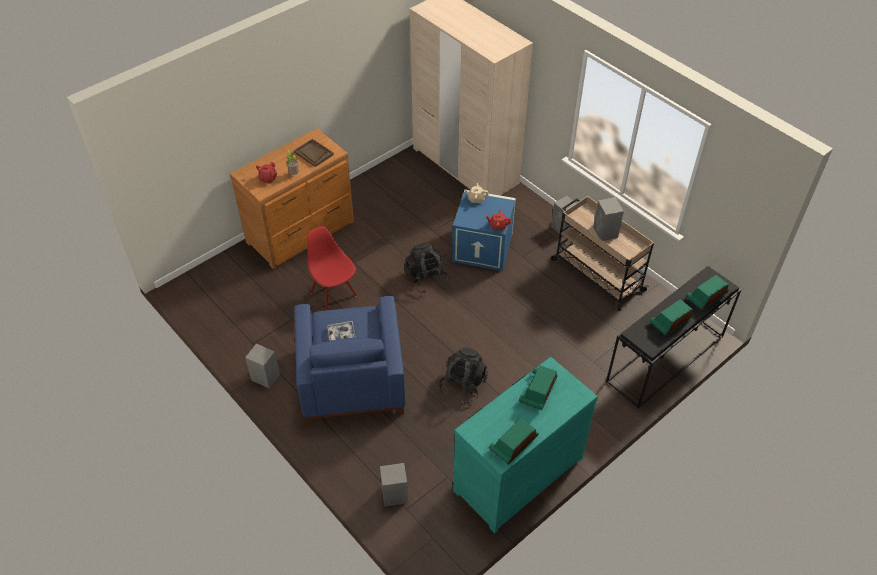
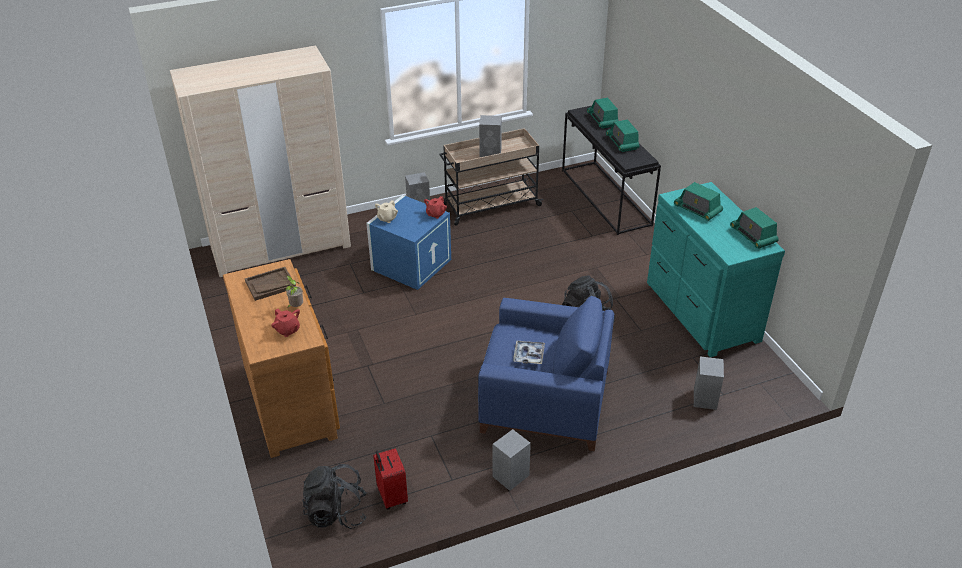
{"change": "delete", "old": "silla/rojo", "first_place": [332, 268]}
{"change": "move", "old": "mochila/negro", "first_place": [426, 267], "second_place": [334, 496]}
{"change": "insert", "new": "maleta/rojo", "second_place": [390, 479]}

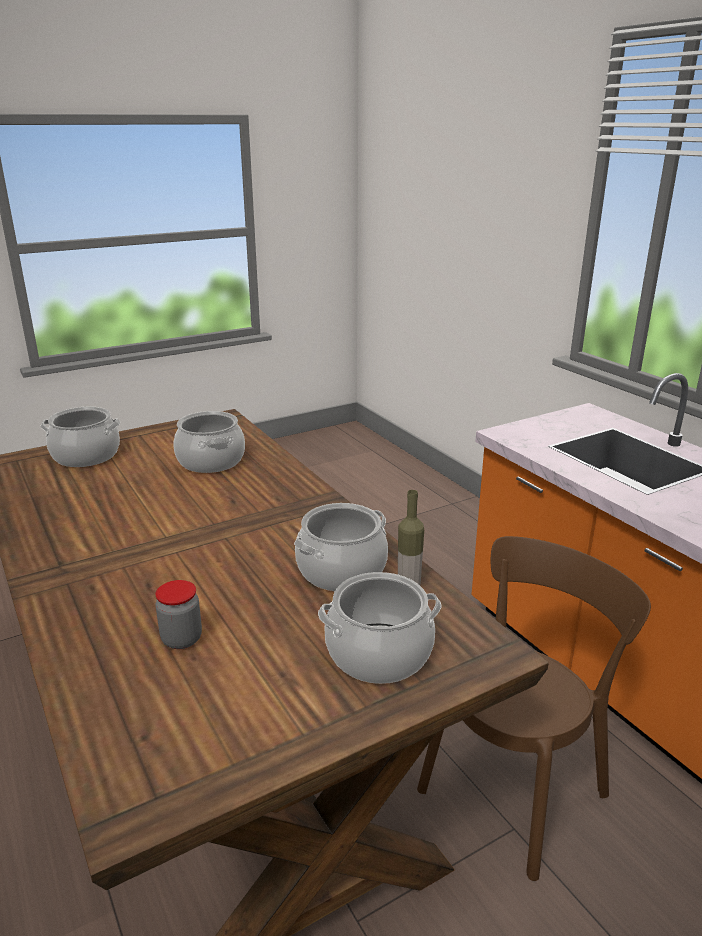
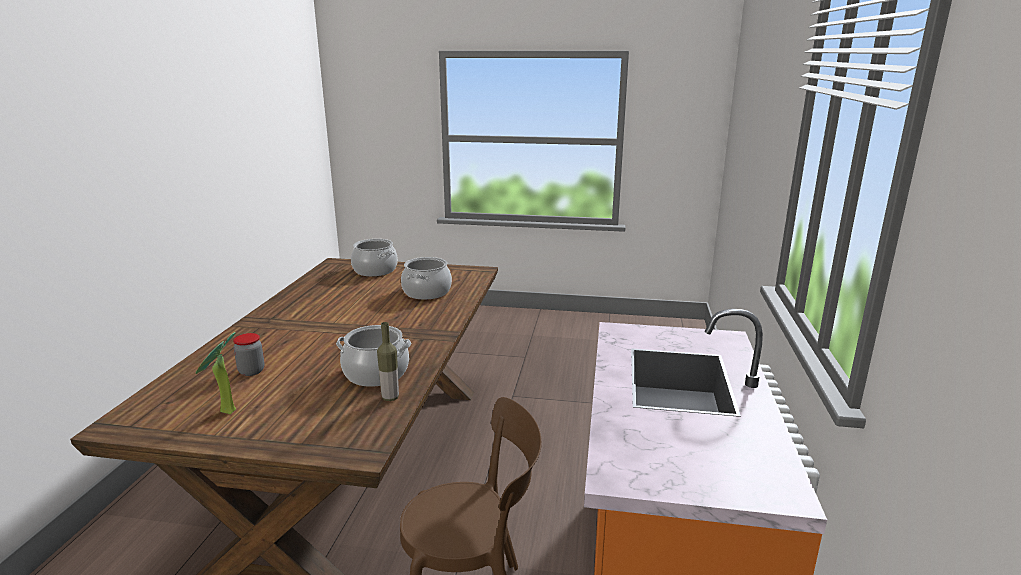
{"change": "delete", "old": "olla", "first_place": [380, 628]}
{"change": "insert", "new": "planta en maceta", "second_place": [215, 373]}

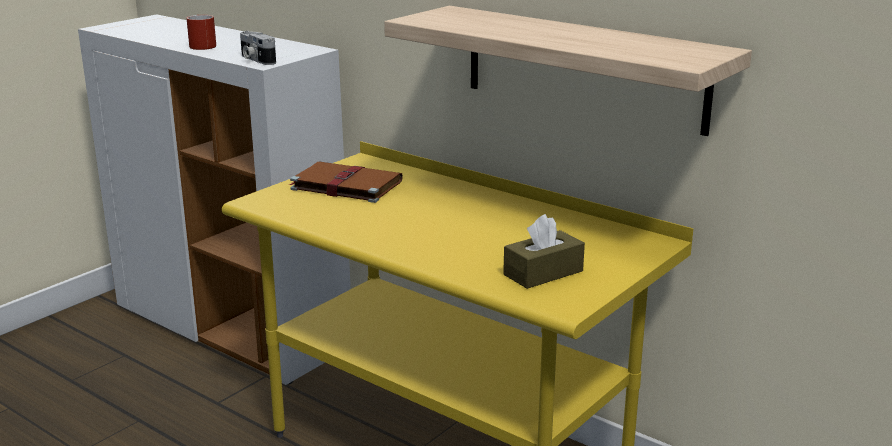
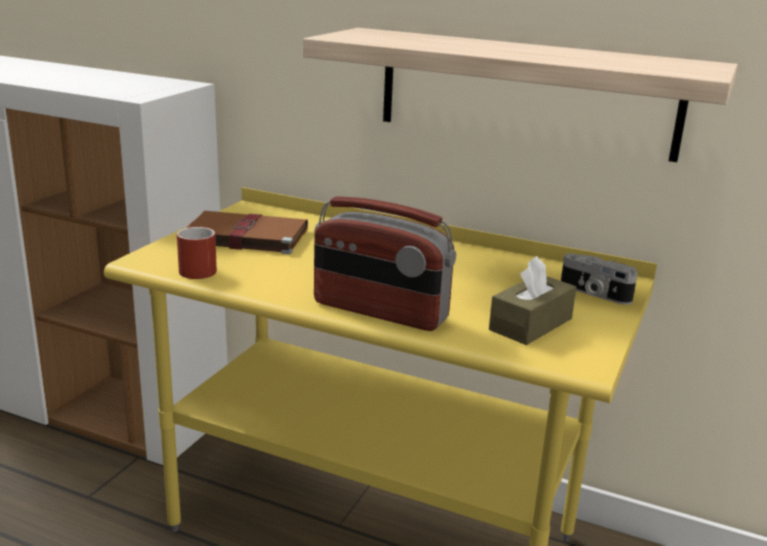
{"change": "move", "old": "taza grande/rojo", "first_place": [201, 32], "second_place": [197, 253]}
{"change": "move", "old": "cámara", "first_place": [258, 48], "second_place": [599, 279]}
{"change": "insert", "new": "radio", "second_place": [385, 263]}

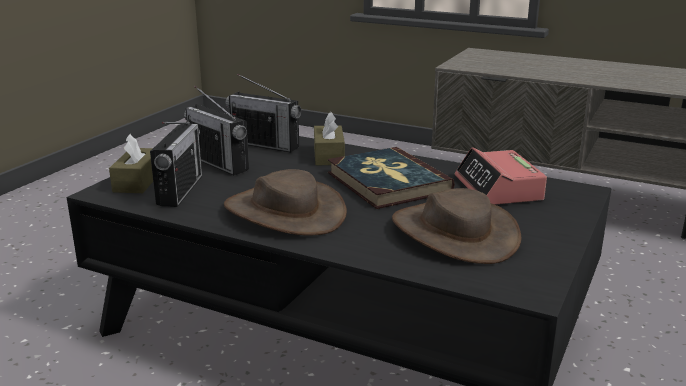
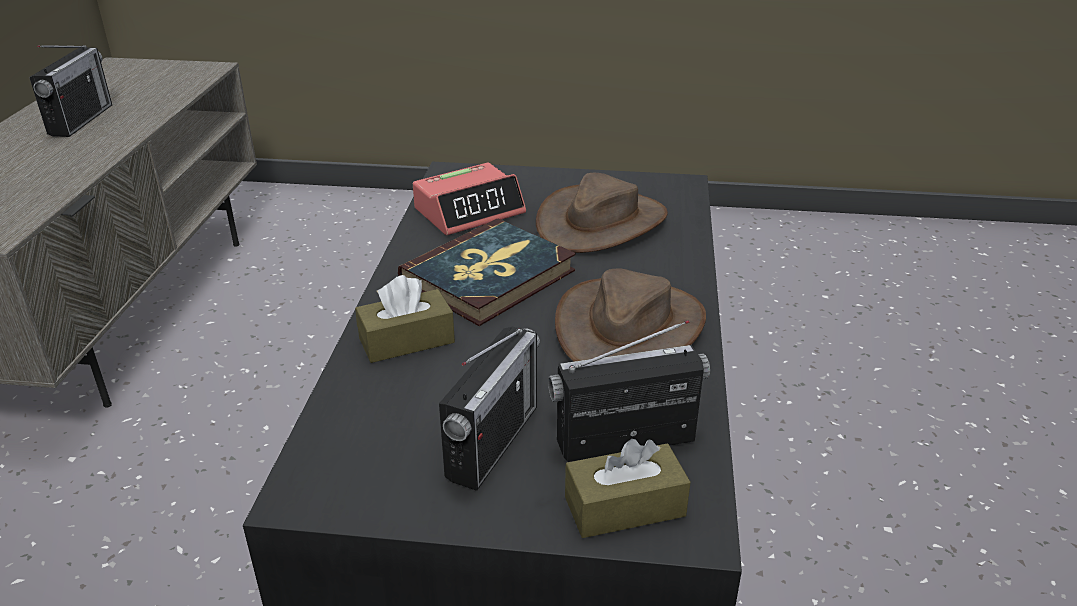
{"change": "move", "old": "radio", "first_place": [263, 113], "second_place": [70, 91]}

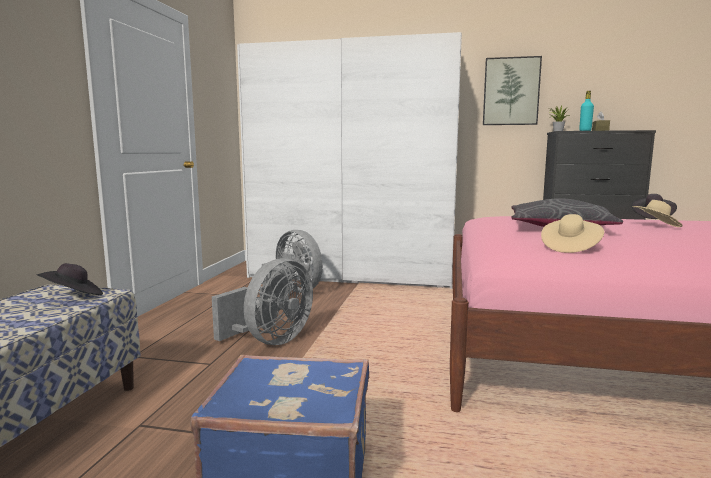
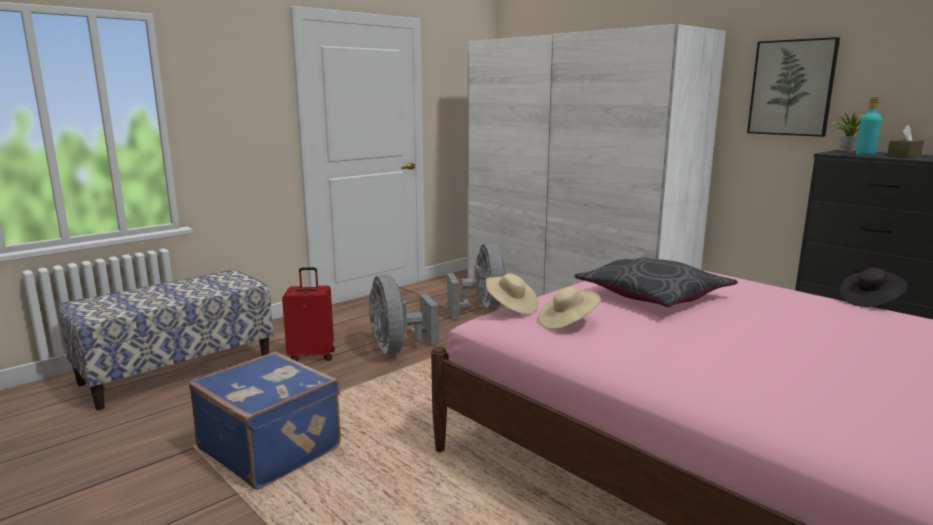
{"change": "move", "old": "sombrero/beis", "first_place": [657, 213], "second_place": [512, 294]}
{"change": "rotate", "old": "ventilador/gris", "first_place": [262, 301], "second_place": [404, 314], "degrees": 90}
{"change": "delete", "old": "sombrero/negro", "first_place": [70, 279]}
{"change": "insert", "new": "maleta/rojo", "second_place": [308, 314]}

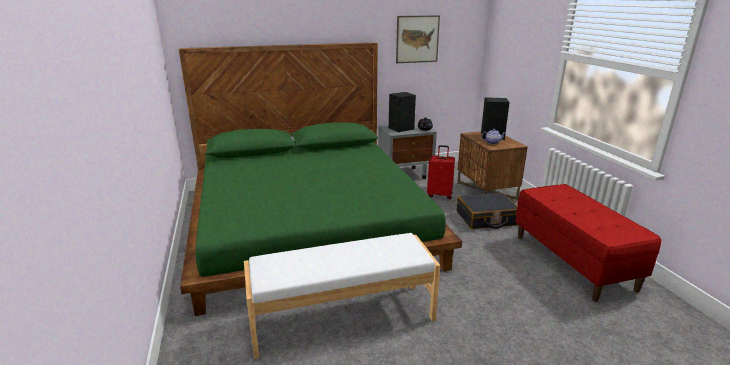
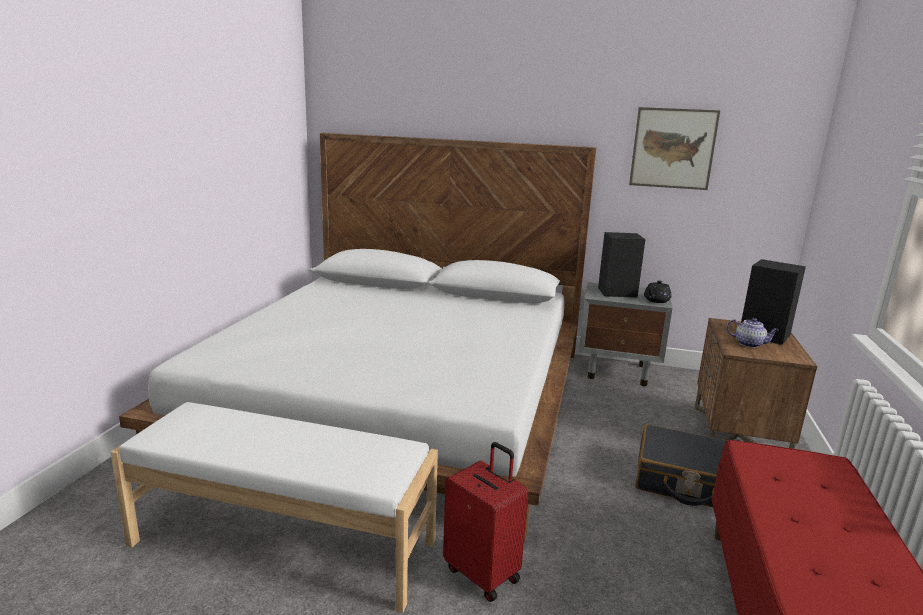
{"change": "recolor", "old": "cama/verde", "new": "cama/blanco", "first_place": [320, 179], "second_place": [357, 337]}
{"change": "move", "old": "maleta/rojo", "first_place": [441, 172], "second_place": [485, 522]}

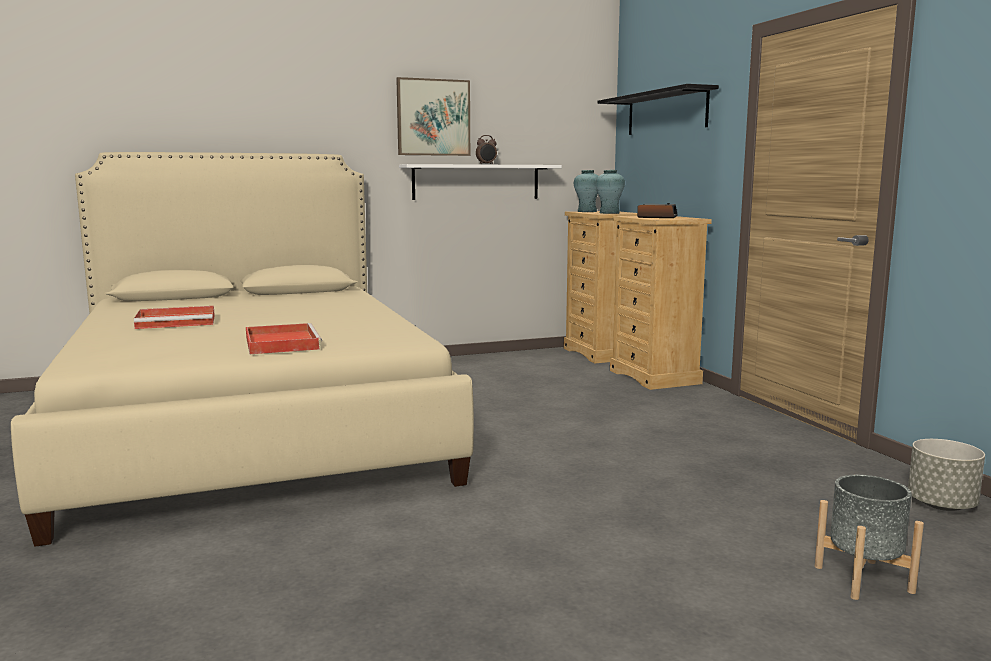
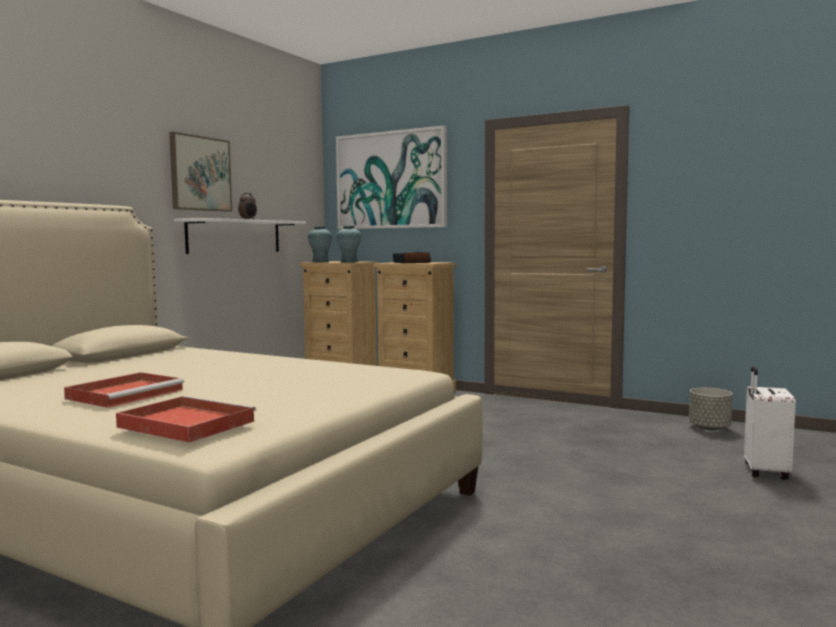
{"change": "replace", "old": "estante/negro", "new": "cuadro", "first_place": [658, 109], "second_place": [391, 177]}
{"change": "move", "old": "bandeja/rojo", "first_place": [284, 338], "second_place": [186, 419]}
{"change": "replace", "old": "maceta/gris", "new": "maleta/blanco", "first_place": [869, 537], "second_place": [770, 423]}

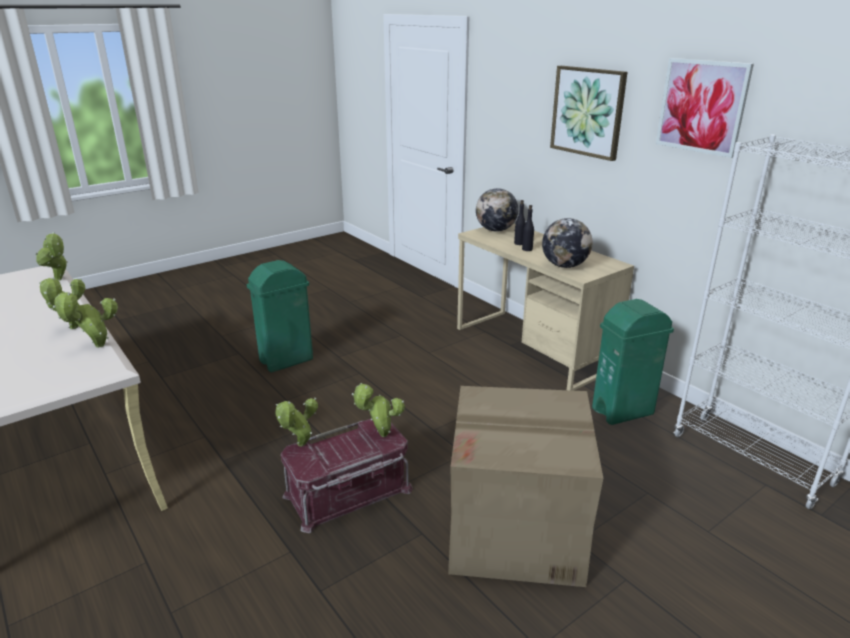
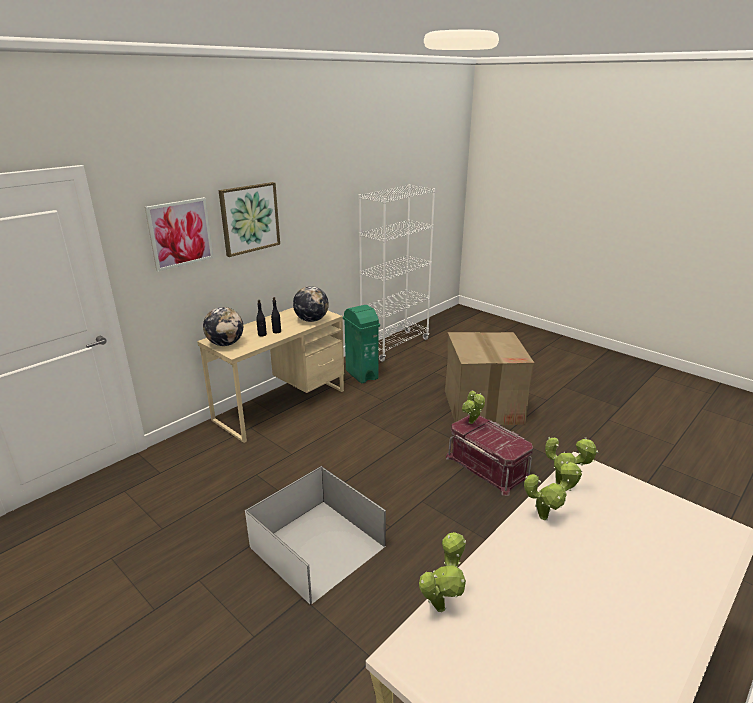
{"change": "move", "old": "cuadro", "first_place": [705, 108], "second_place": [179, 234]}
{"change": "replace", "old": "papelera/verde", "new": "caja de almacenaje/blanco", "first_place": [280, 316], "second_place": [315, 535]}
{"change": "delete", "old": "planta en maceta", "first_place": [296, 422]}

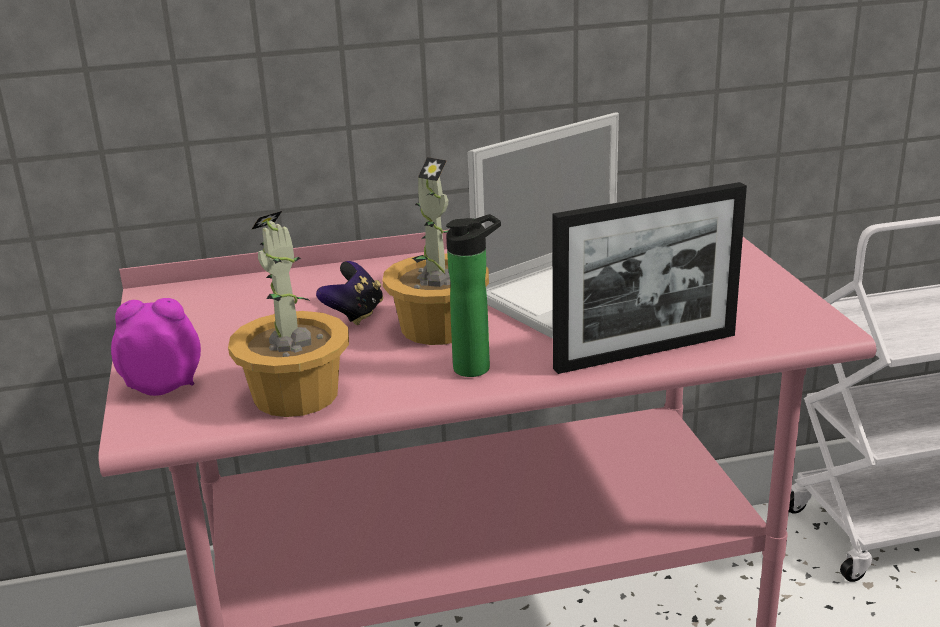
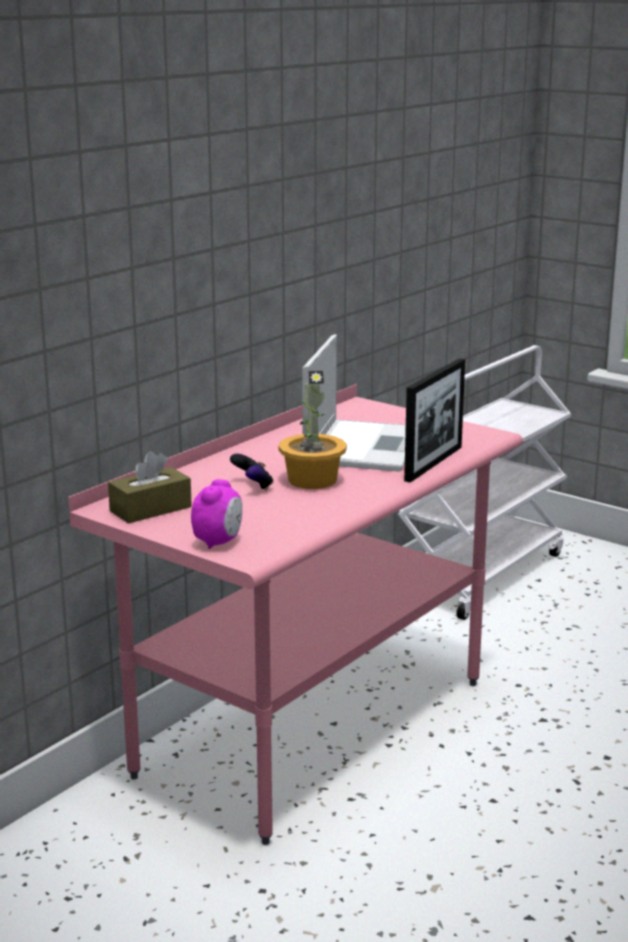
{"change": "delete", "old": "planta en maceta", "first_place": [288, 314]}
{"change": "delete", "old": "botella", "first_place": [473, 295]}
{"change": "rotate", "old": "despertador", "first_place": [156, 347], "second_place": [216, 514], "degrees": 150}
{"change": "insert", "new": "caja de pañuelos/marrón", "second_place": [150, 487]}

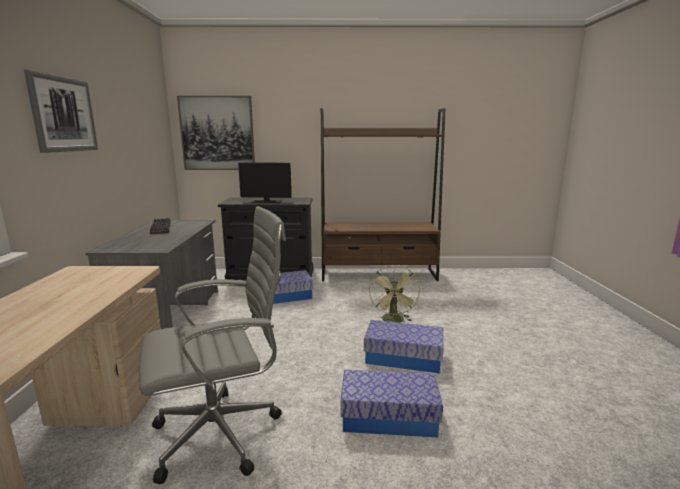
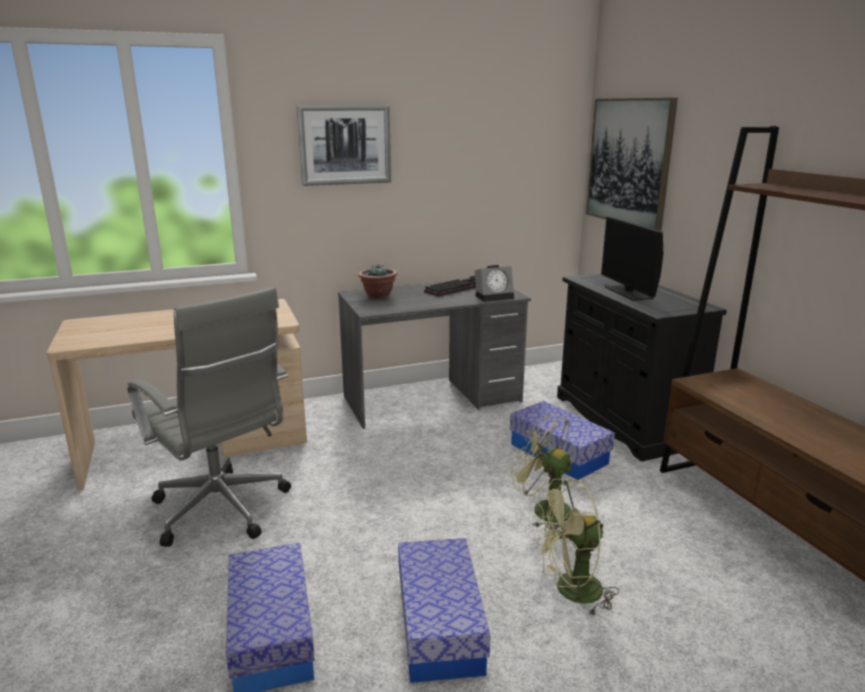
{"change": "insert", "new": "planta en maceta", "second_place": [377, 282]}
{"change": "insert", "new": "despertador", "second_place": [494, 283]}
{"change": "insert", "new": "ventilador/verde", "second_place": [541, 471]}

